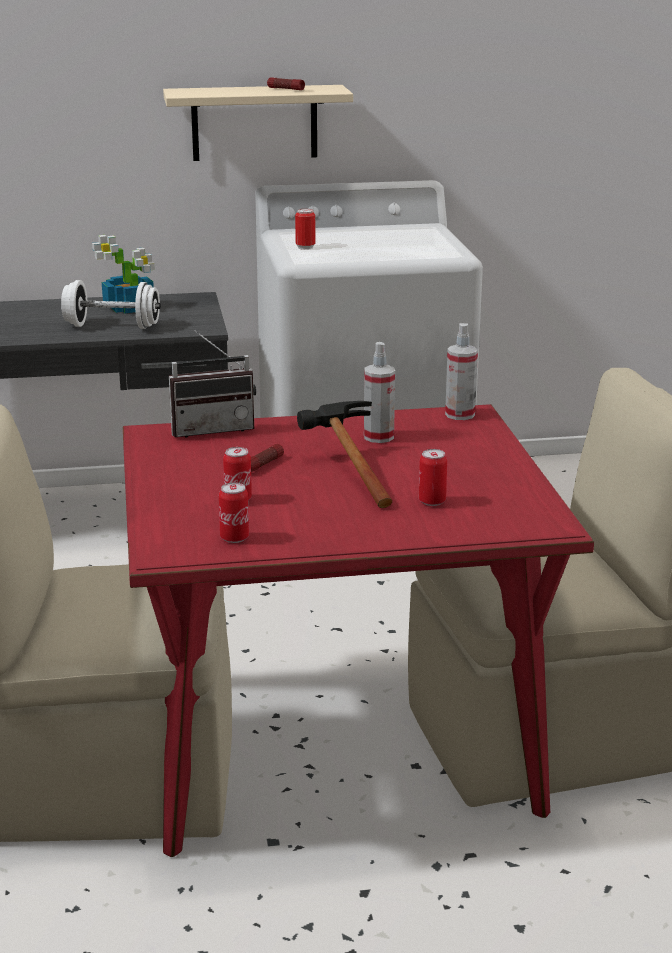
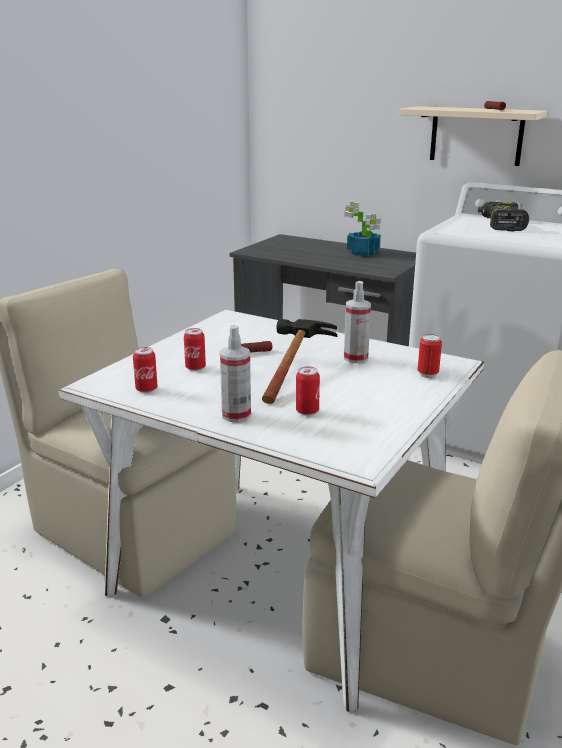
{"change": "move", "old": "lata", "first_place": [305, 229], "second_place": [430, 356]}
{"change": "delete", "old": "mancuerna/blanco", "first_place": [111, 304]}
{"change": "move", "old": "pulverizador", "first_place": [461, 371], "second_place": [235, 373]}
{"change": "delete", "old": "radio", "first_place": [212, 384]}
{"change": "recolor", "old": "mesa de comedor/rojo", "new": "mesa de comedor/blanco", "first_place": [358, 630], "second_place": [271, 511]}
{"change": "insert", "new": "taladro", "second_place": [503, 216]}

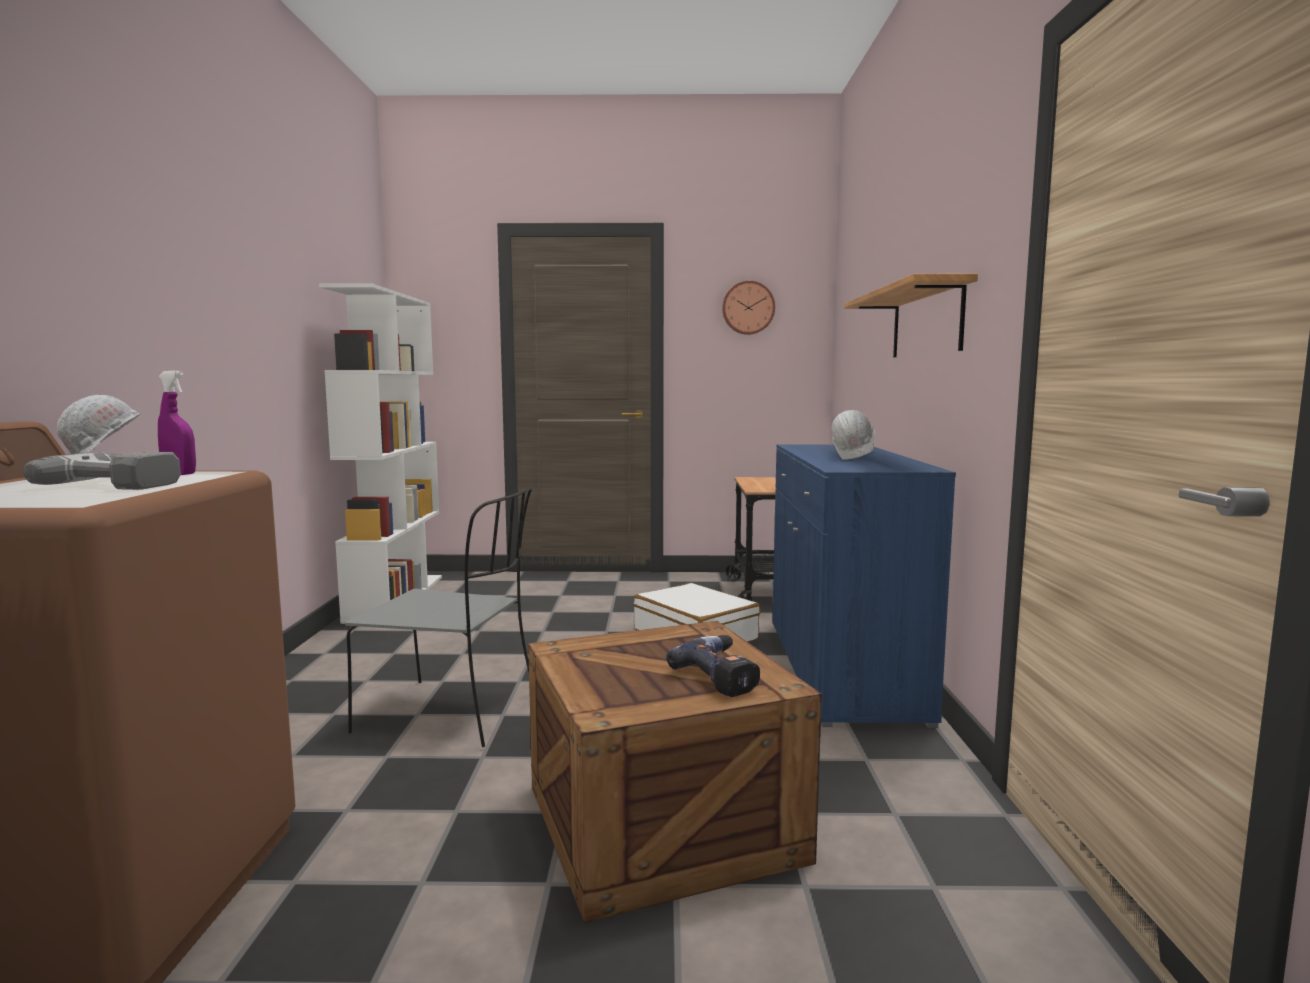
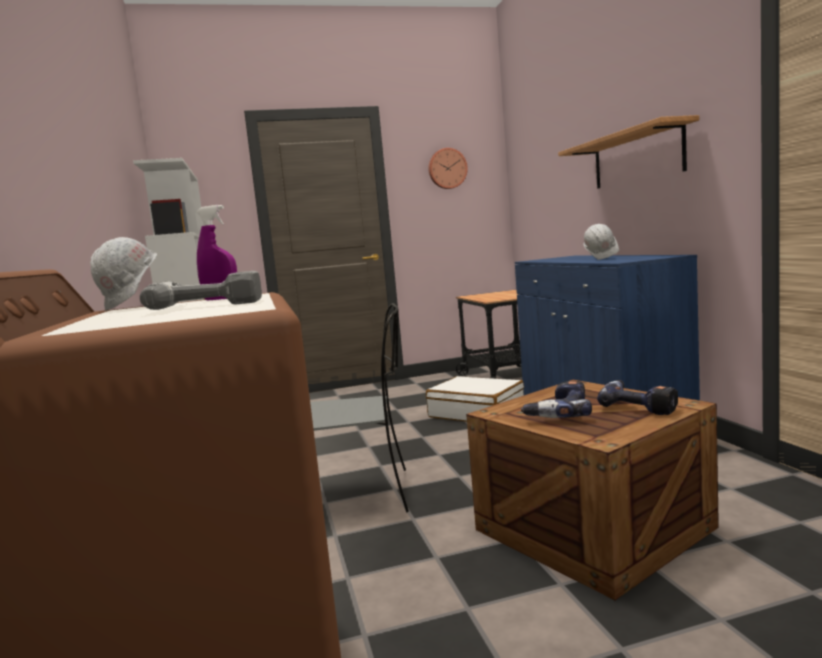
{"change": "insert", "new": "taladro", "second_place": [556, 399]}

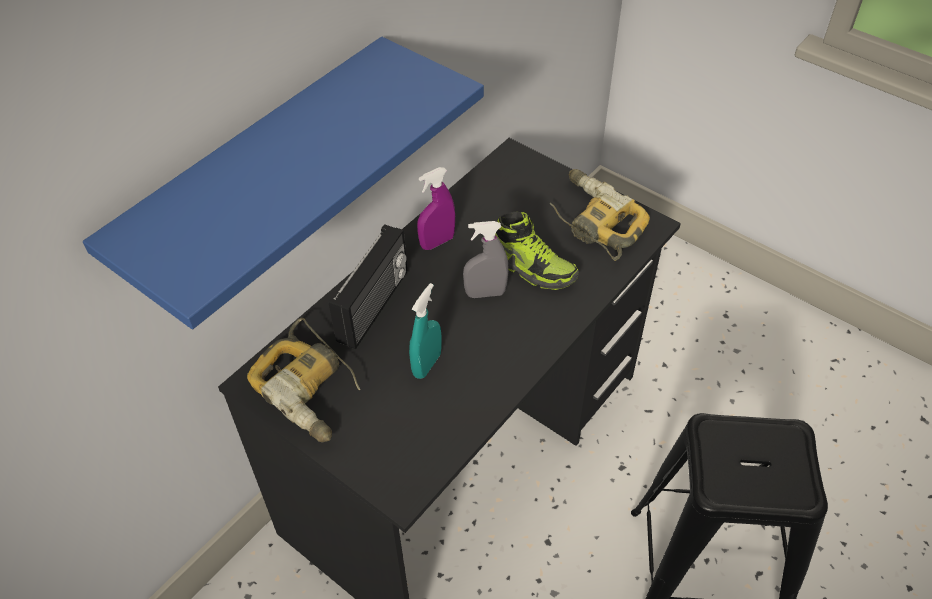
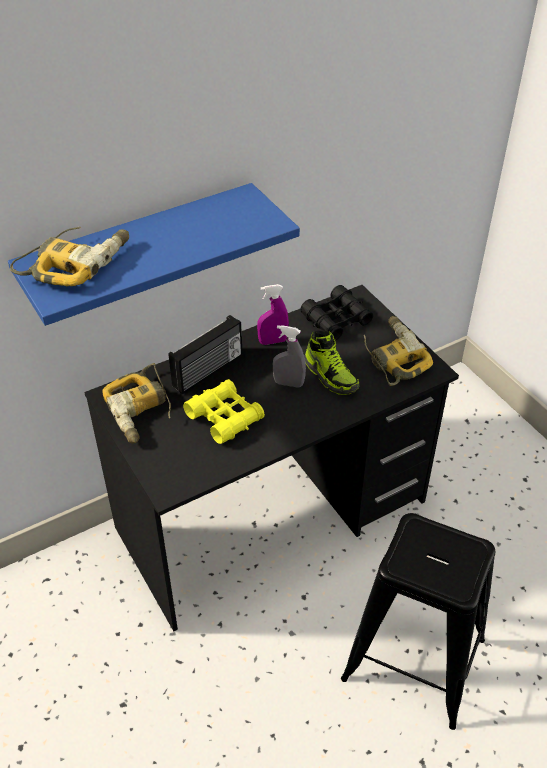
{"change": "replace", "old": "pulverizador/turquesa", "new": "prismáticos/amarillo", "first_place": [425, 331], "second_place": [224, 411]}
{"change": "insert", "new": "taladro", "second_place": [69, 256]}
{"change": "insert", "new": "prismáticos/negro", "second_place": [336, 312]}

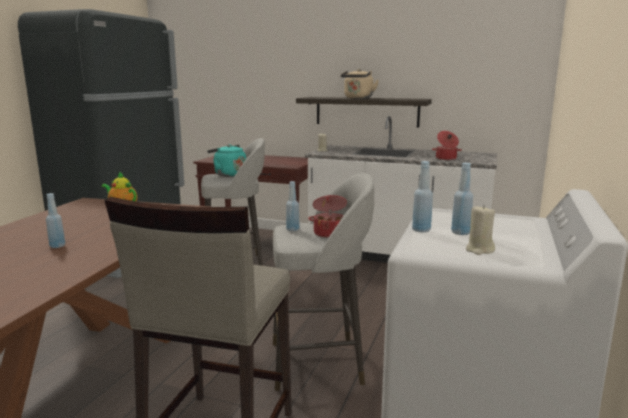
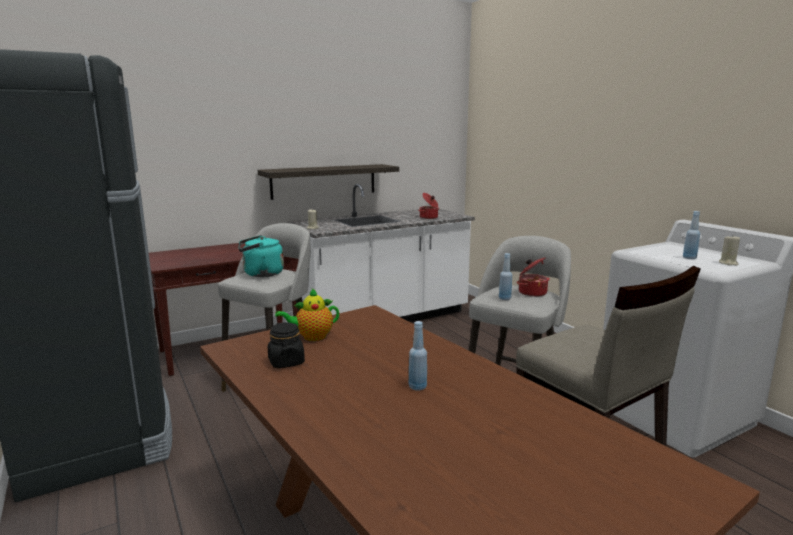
{"change": "delete", "old": "hervidor/beis", "first_place": [360, 84]}
{"change": "delete", "old": "botella/azul", "first_place": [422, 196]}
{"change": "insert", "new": "tarro/negro", "second_place": [286, 345]}

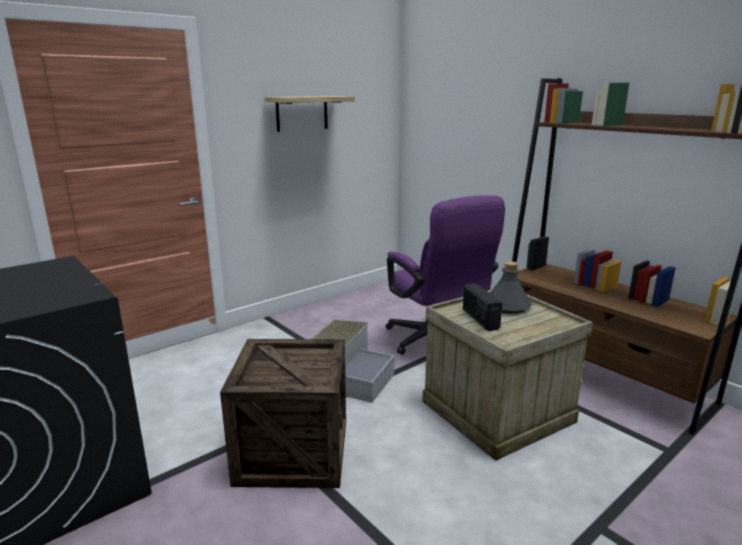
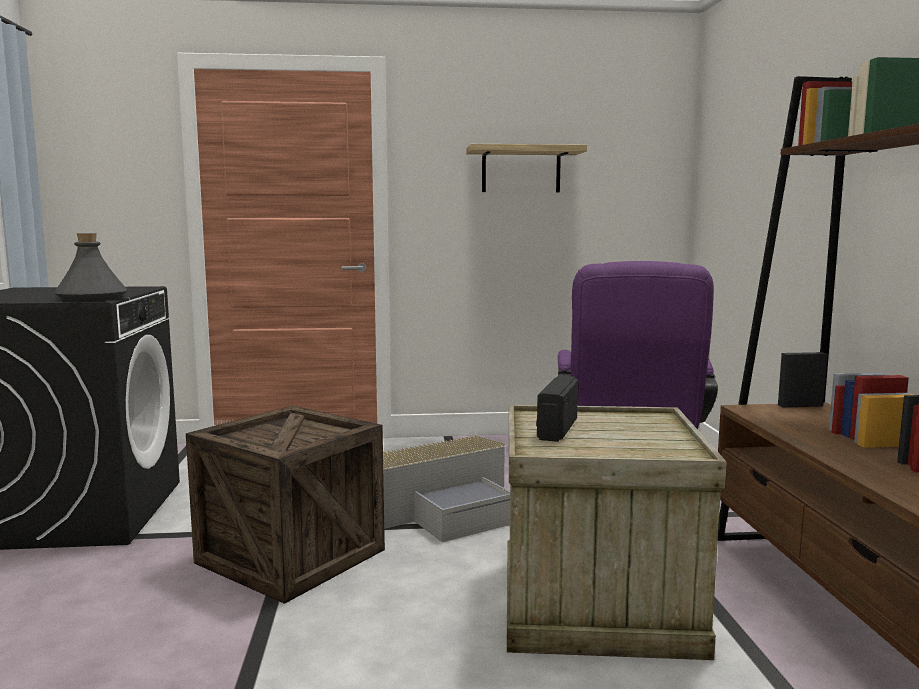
{"change": "move", "old": "botella/gris", "first_place": [511, 287], "second_place": [90, 267]}

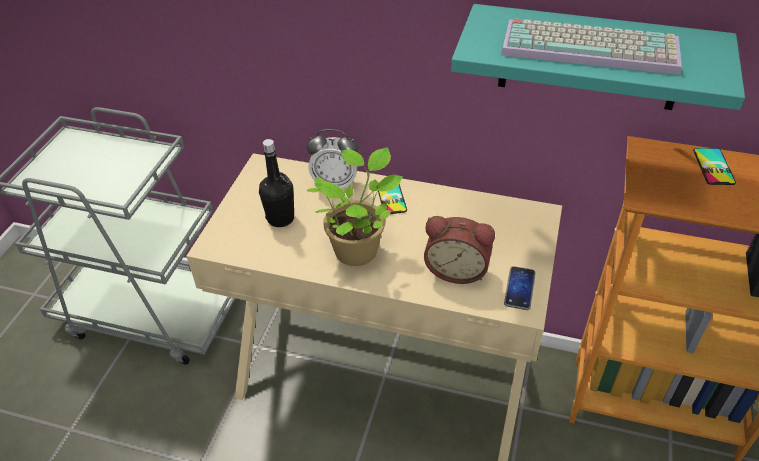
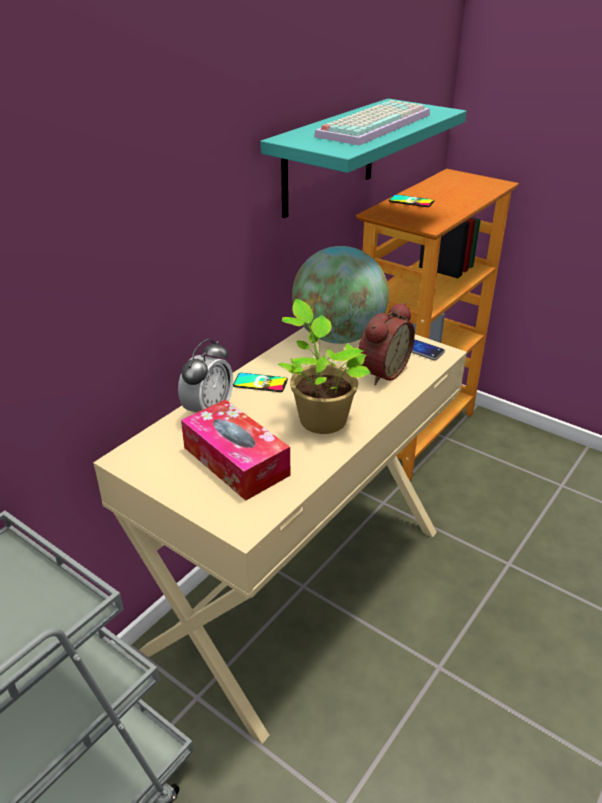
{"change": "replace", "old": "botella/negro", "new": "caja de pañuelos", "first_place": [276, 183], "second_place": [235, 450]}
{"change": "insert", "new": "globo terráqueo", "second_place": [340, 295]}

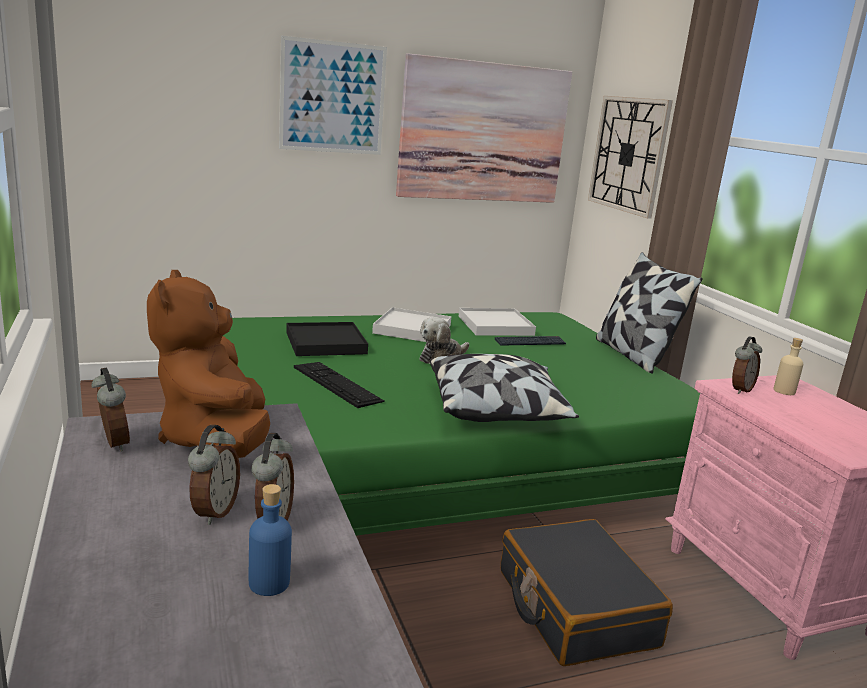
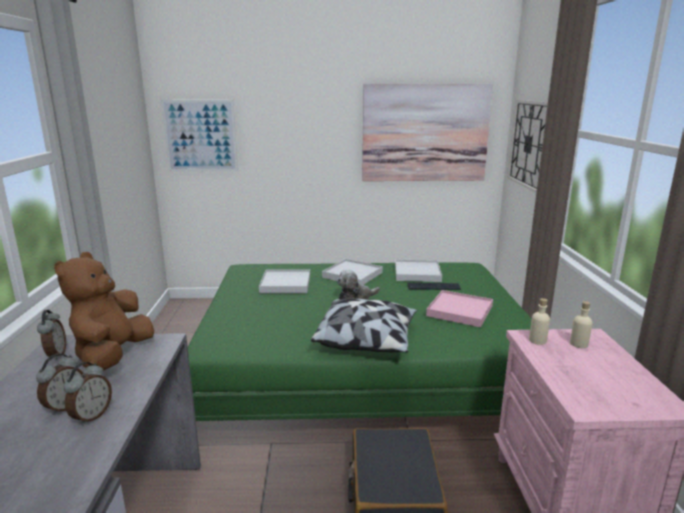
{"change": "move", "old": "cuadro", "first_place": [333, 95], "second_place": [199, 135]}
{"change": "delete", "old": "cojín", "first_place": [649, 312]}
{"change": "recolor", "old": "bandeja/negro", "new": "bandeja/blanco", "first_place": [327, 339], "second_place": [284, 281]}
{"change": "replace", "old": "despertador", "new": "botella/beis", "first_place": [747, 365], "second_place": [539, 321]}
{"change": "delete", "old": "teclado", "first_place": [339, 385]}
{"change": "delete", "old": "botella/azul", "first_place": [270, 540]}
{"change": "insert", "new": "bandeja/rosa", "second_place": [459, 308]}

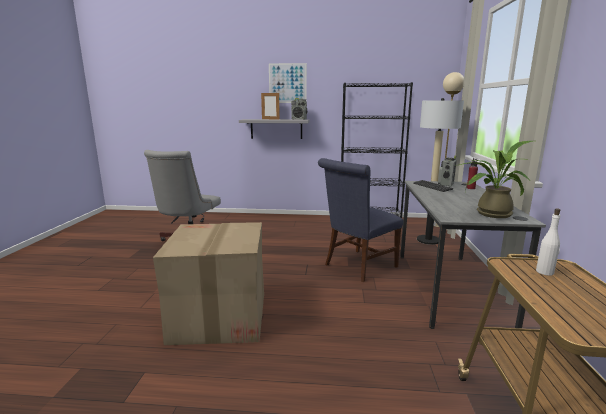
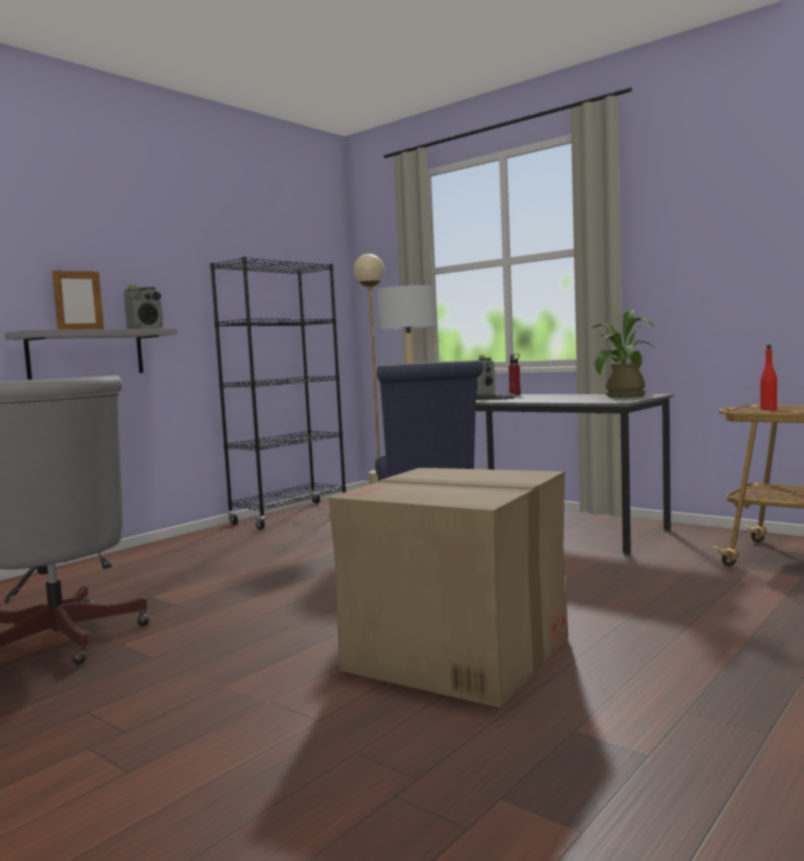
{"change": "delete", "old": "cuadro", "first_place": [288, 83]}
{"change": "recolor", "old": "botella/blanco", "new": "botella/rojo", "first_place": [548, 242], "second_place": [768, 377]}

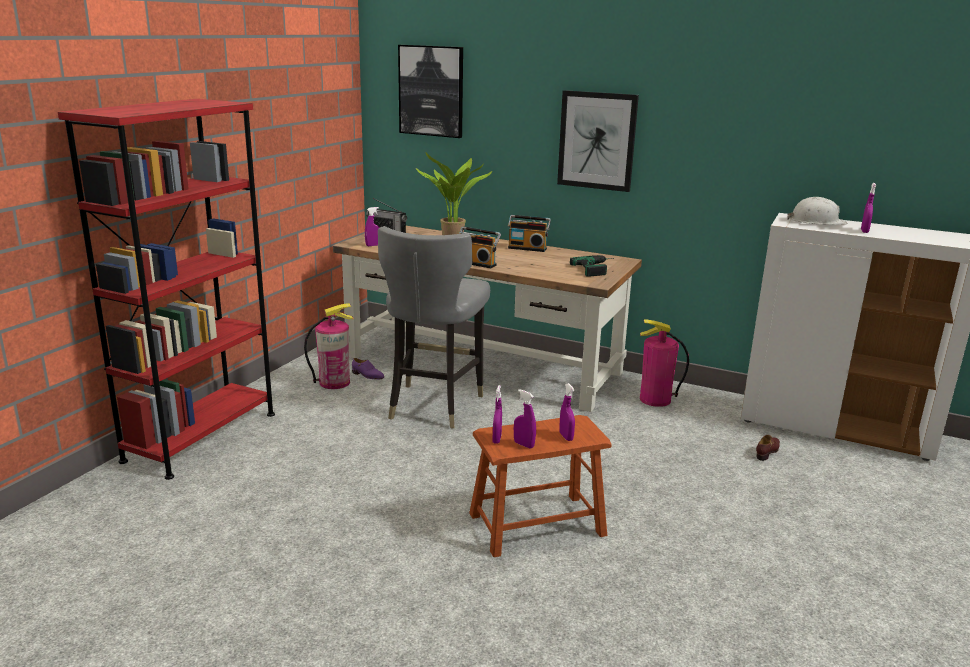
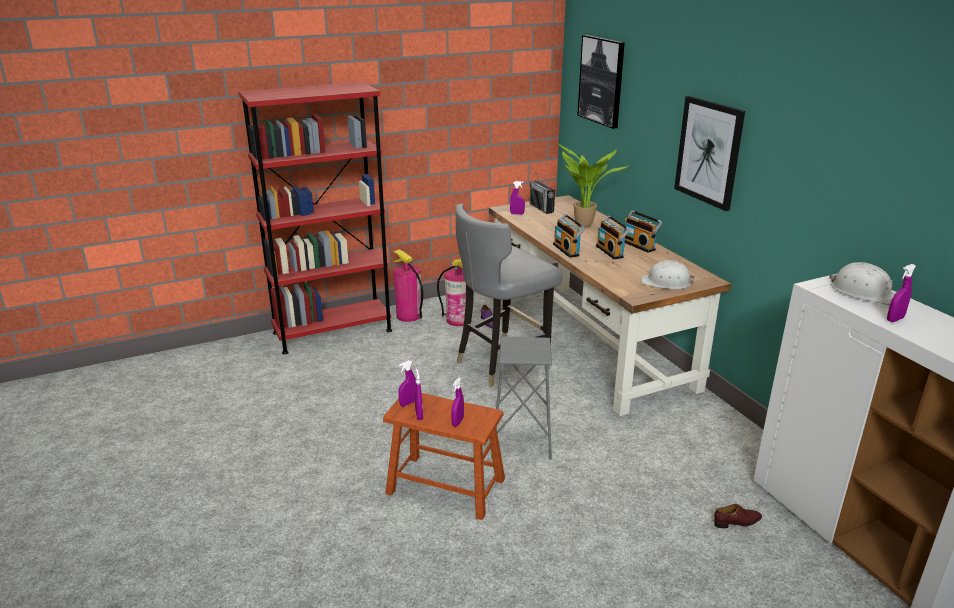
{"change": "replace", "old": "taladro", "new": "casco/blanco", "first_place": [592, 266], "second_place": [668, 274]}
{"change": "move", "old": "extintor", "first_place": [664, 363], "second_place": [408, 285]}
{"change": "insert", "new": "radio", "second_place": [613, 237]}
{"change": "insert", "new": "taburete/gris", "second_place": [521, 398]}

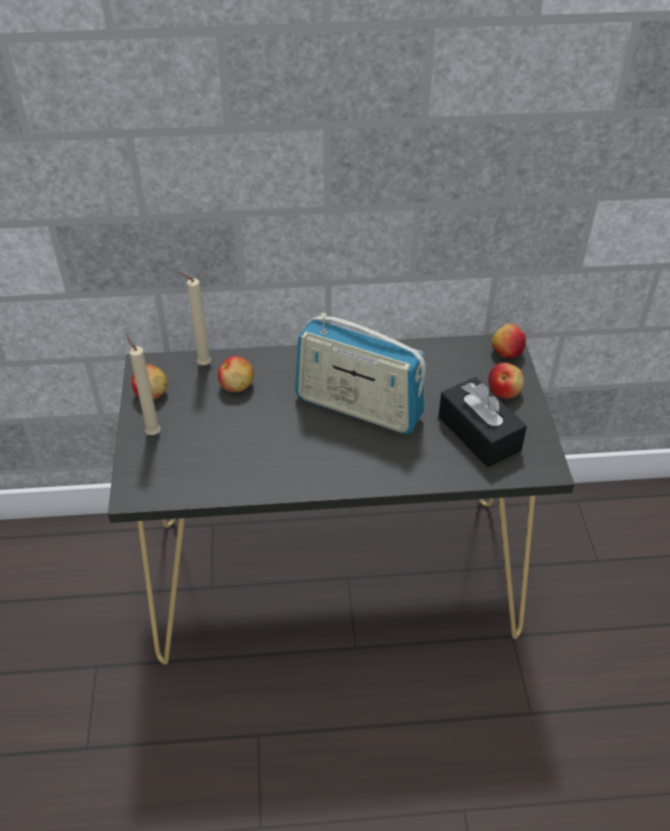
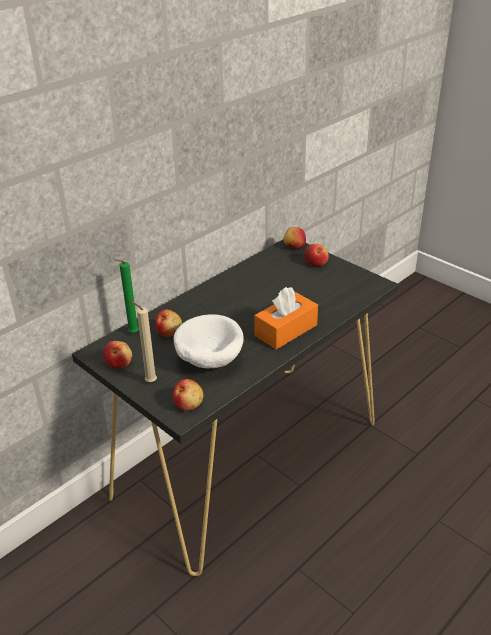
{"change": "recolor", "old": "vela/beis", "new": "vela/verde", "first_place": [194, 318], "second_place": [127, 296]}
{"change": "delete", "old": "radio", "first_place": [360, 373]}
{"change": "delete", "old": "caja de pañuelos/negro", "first_place": [482, 422]}
{"change": "insert", "new": "caja de pañuelos/naranja", "second_place": [286, 318]}
{"change": "insert", "new": "cuenco/blanco", "second_place": [209, 341]}
{"change": "insert", "new": "manzana", "second_place": [188, 395]}

